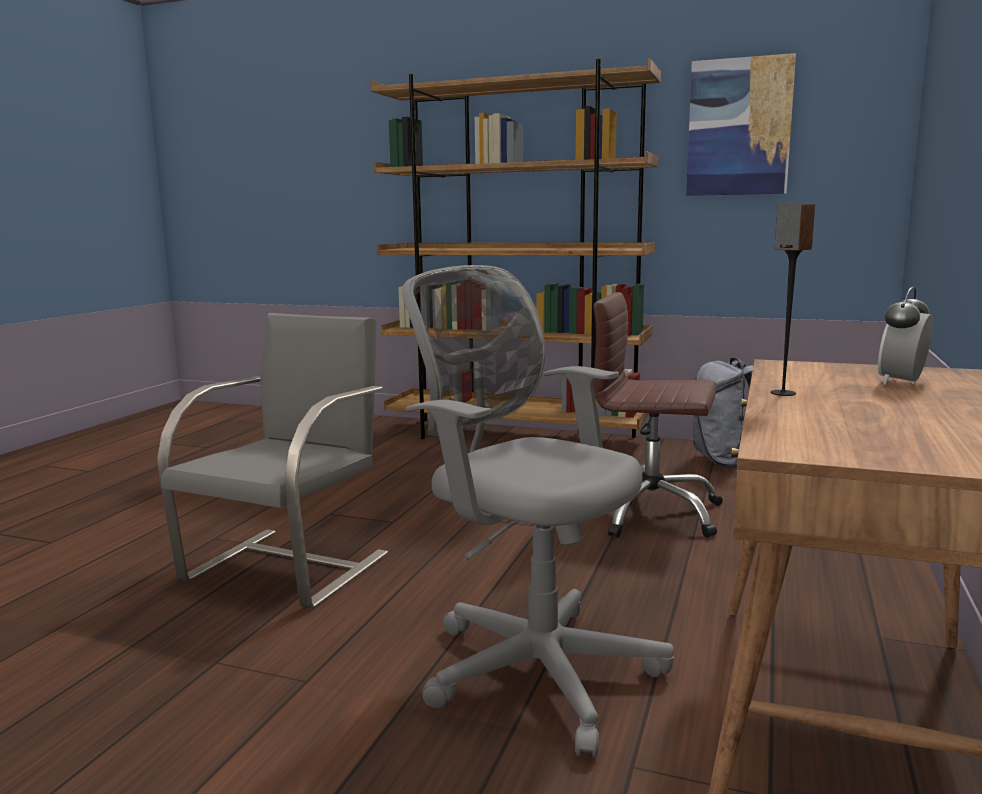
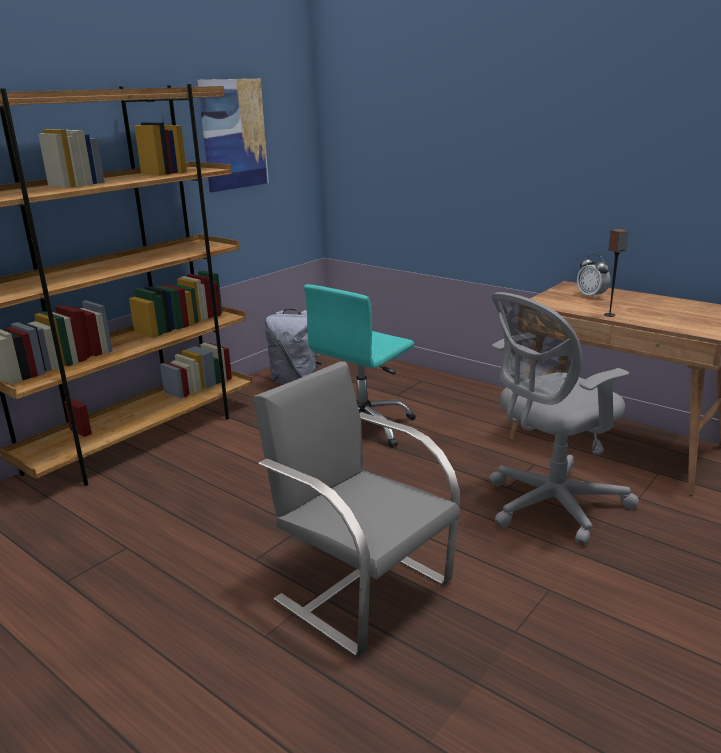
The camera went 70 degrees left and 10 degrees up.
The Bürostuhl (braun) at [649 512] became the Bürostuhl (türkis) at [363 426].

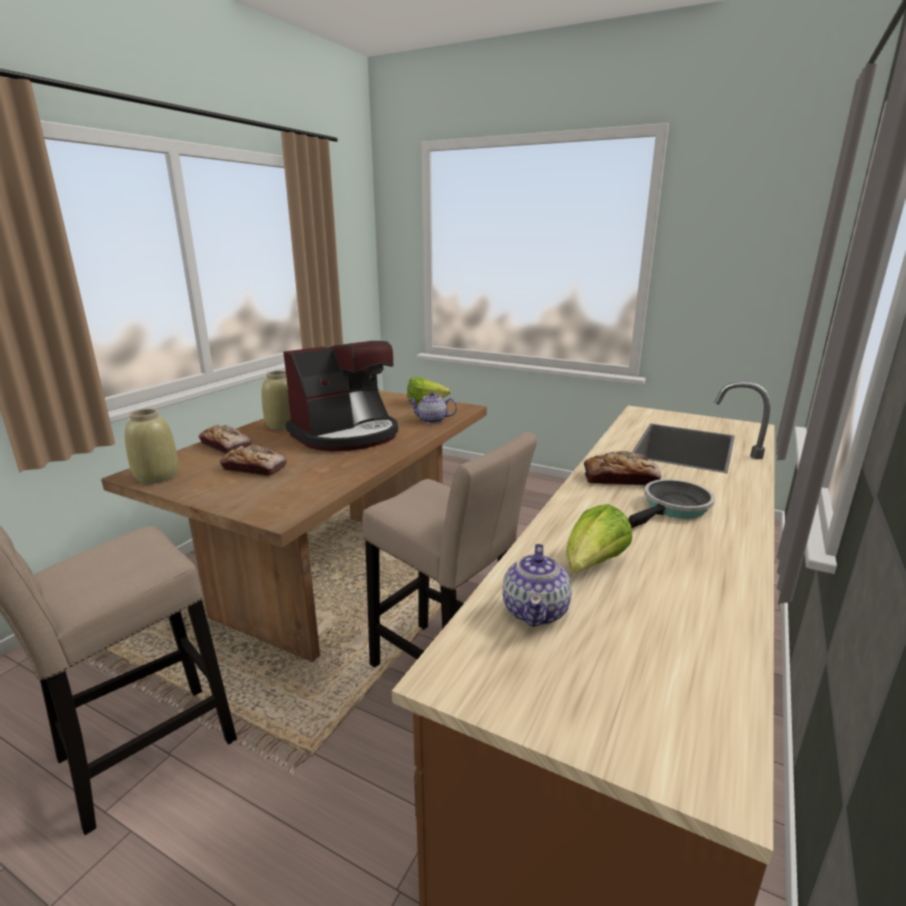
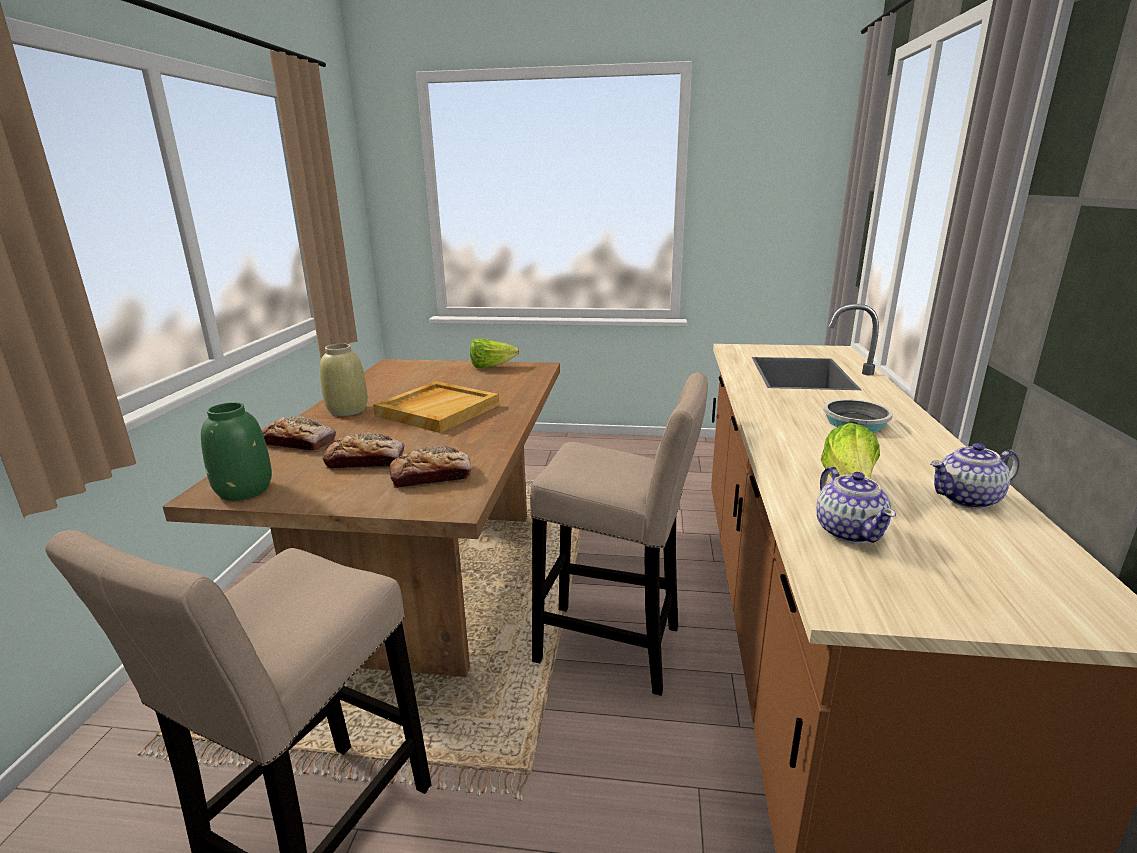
The camera went 20 degrees left and 0 degrees up.
The Kaffeemaschine at [346 435] was replaced by the Tablett (beige) at [438 410].
The Teekanne moved from [432 420] to [967 499].
The Vase (beige) at [157 476] became the Vase (grün) at [245 490].
The Brot moved from [620 478] to [431 476].

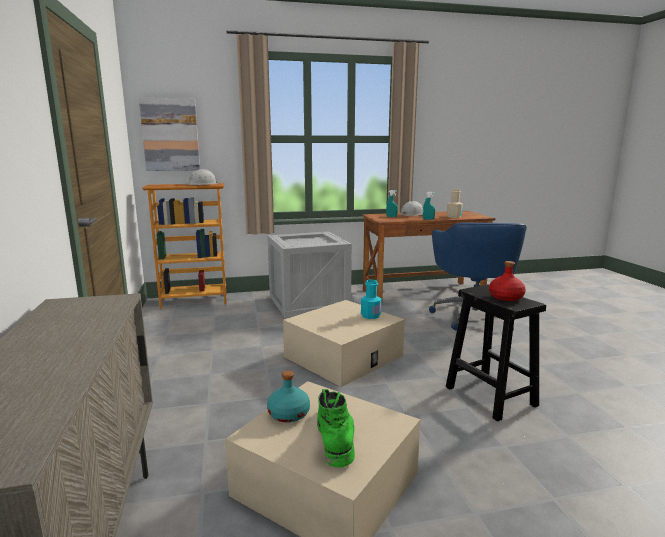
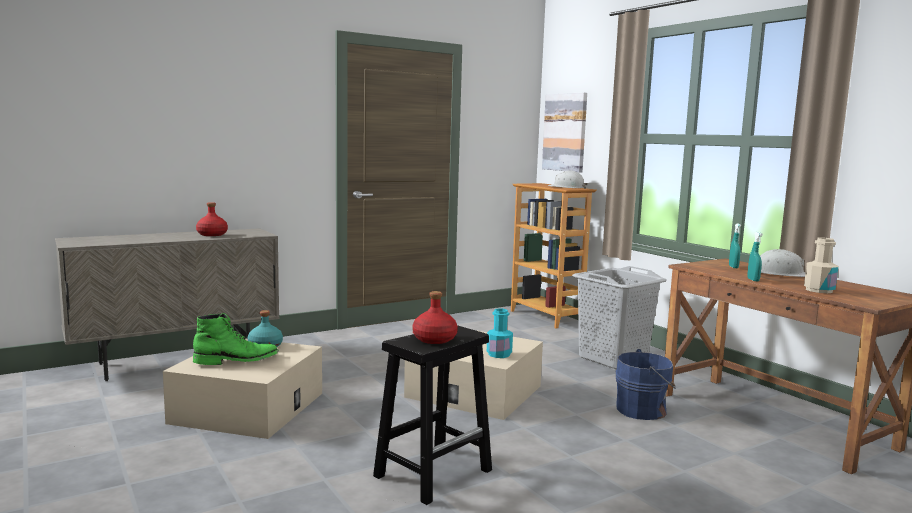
The camera went 70 degrees right and 5 degrees down.
The Bürostuhl (blau) at [473 316] disappeared.
The Kiste at [308 303] was replaced by the Wäschekorb (grau) at [612 359].
The Flasche (rot) at [211 234] appeared.
The Eimer (blau) at [643 410] appeared.

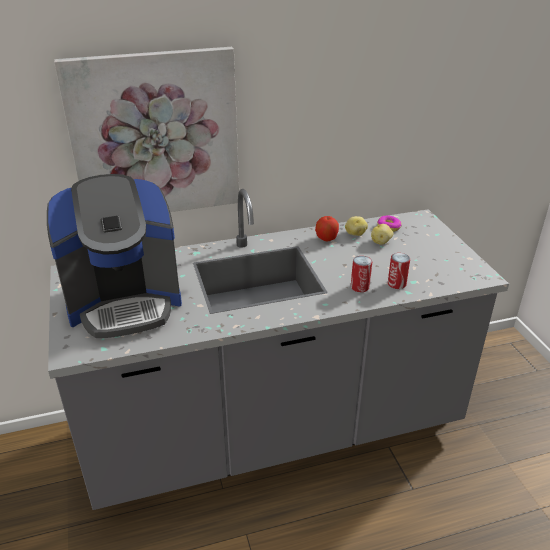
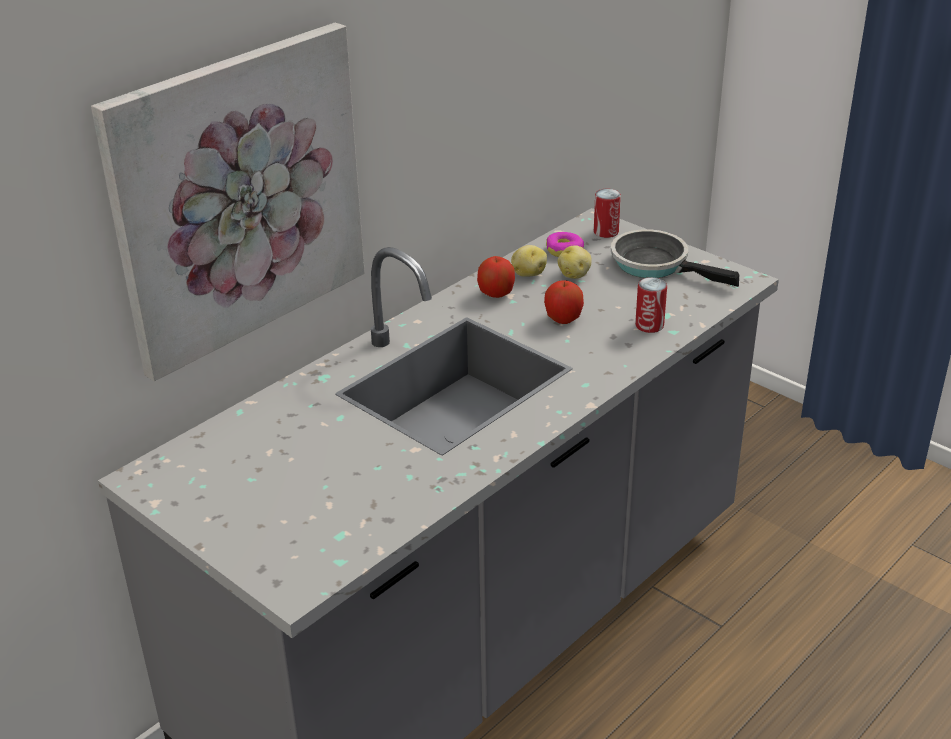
The camera went 30 degrees left and 0 degrees up.
The Kaffeemaschine at [125 302] disappeared.
The Dose moved from [360 287] to [606 232].
The Pfanne at [656 264] appeared.
The Apfel at [563 319] appeared.

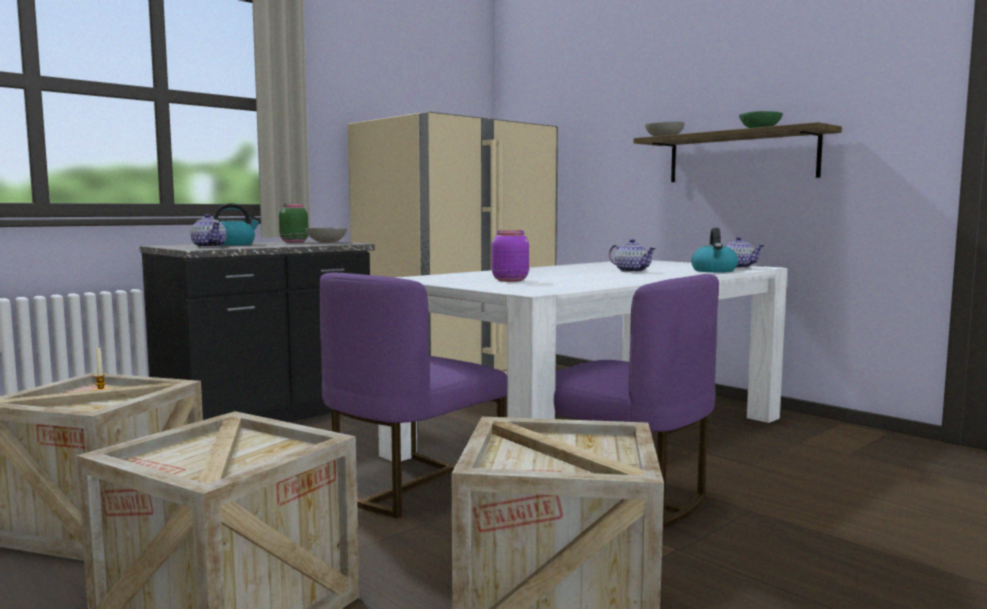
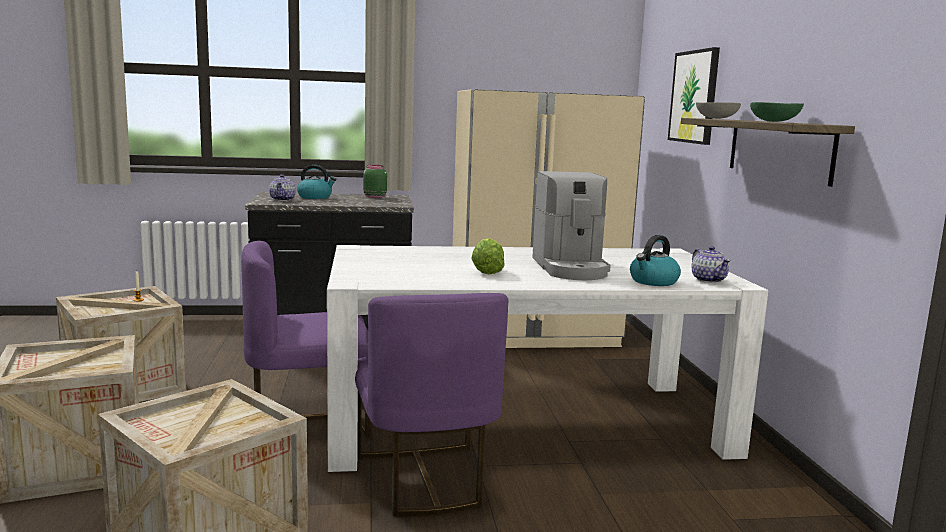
The camera went 35 degrees right and 5 degrees up.
The Schüssel (grau) at [326 243] disappeared.
The Vorratsglas (lila) at [509 280] disappeared.
The Teekanne at [631 271] was replaced by the Kaffeemaschine at [570 268].
The Bild at [694 97] appeared.
The Salatkopf at [486 271] appeared.

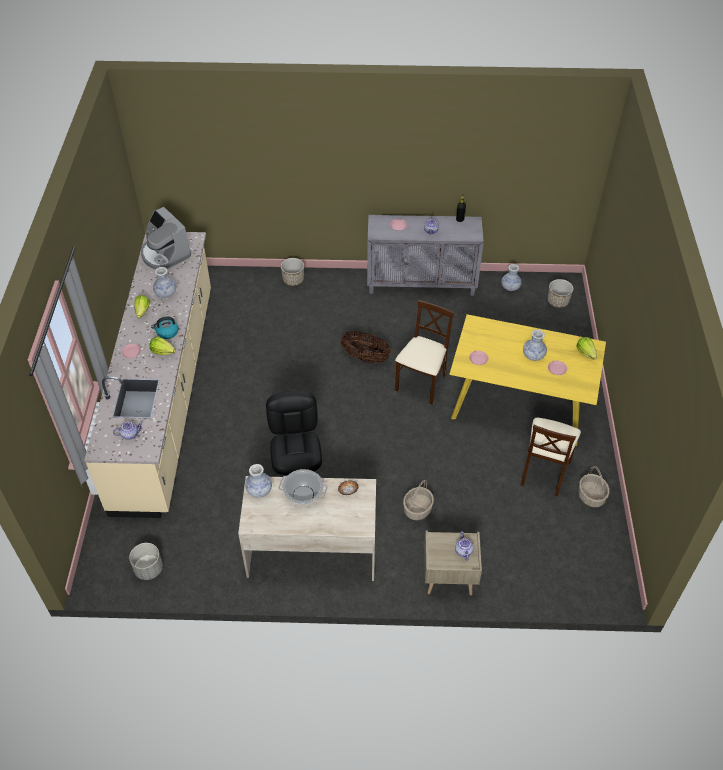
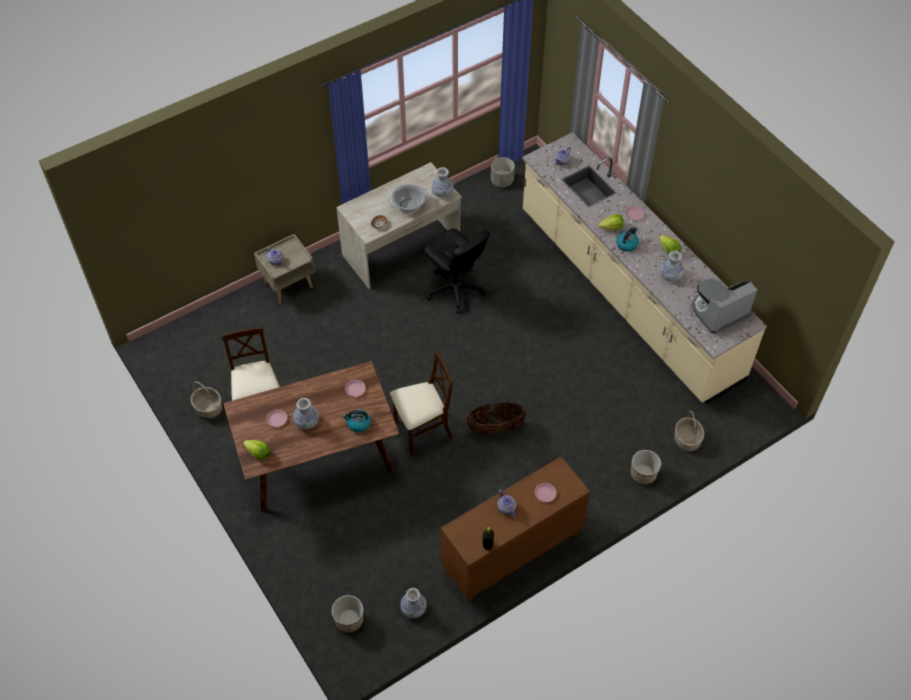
The camera went 145 degrees right and 5 degrees up.
The Kaffeemaschine at [165 254] turned 45 degrees counterclockwise.
The Schrank (grau) at [422 283] became the Schrank (braun) at [511 553].
The Stuhl (beige) at [421 384] turned 105 degrees counterclockwise.
The Esstisch (gelb) at [519 405] became the Esstisch (braun) at [317 461].
The Korb moved from [417 509] to [687 440].
The Wasserkessel at [358 424] appeared.

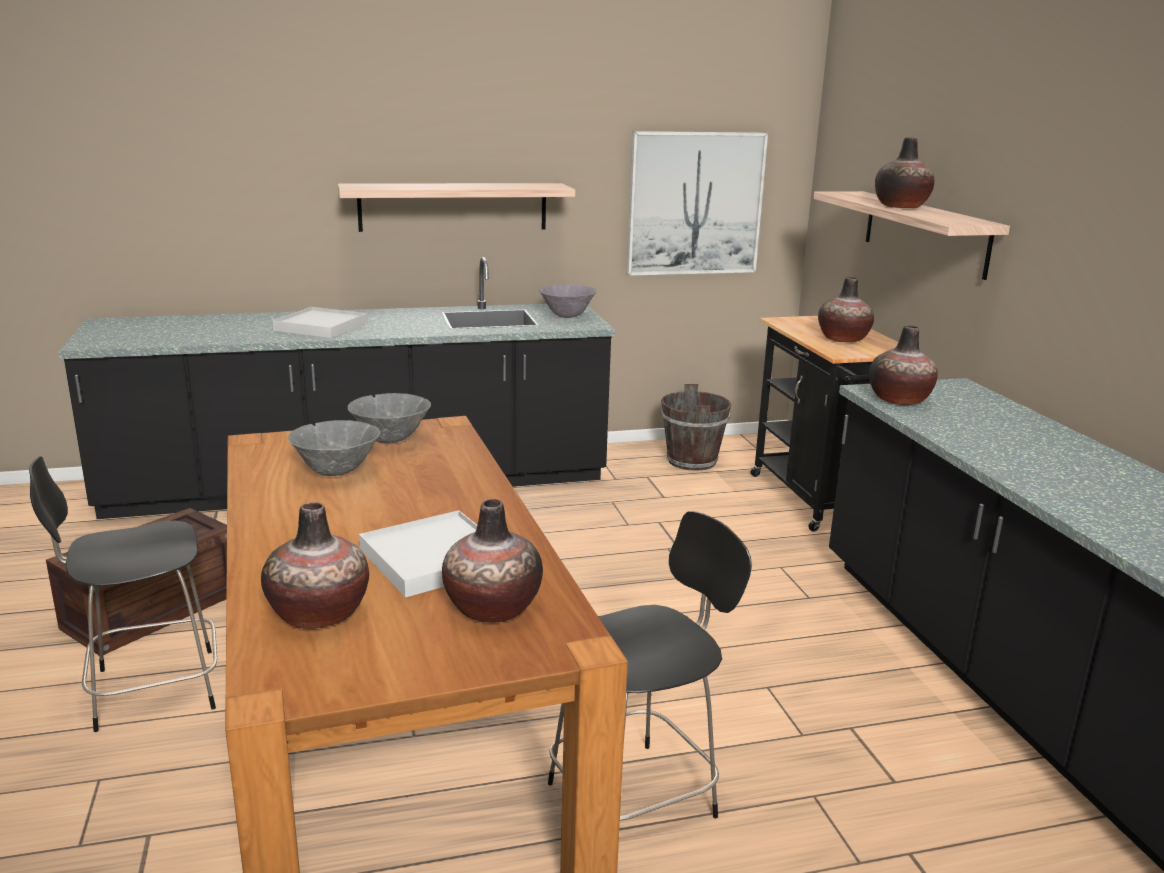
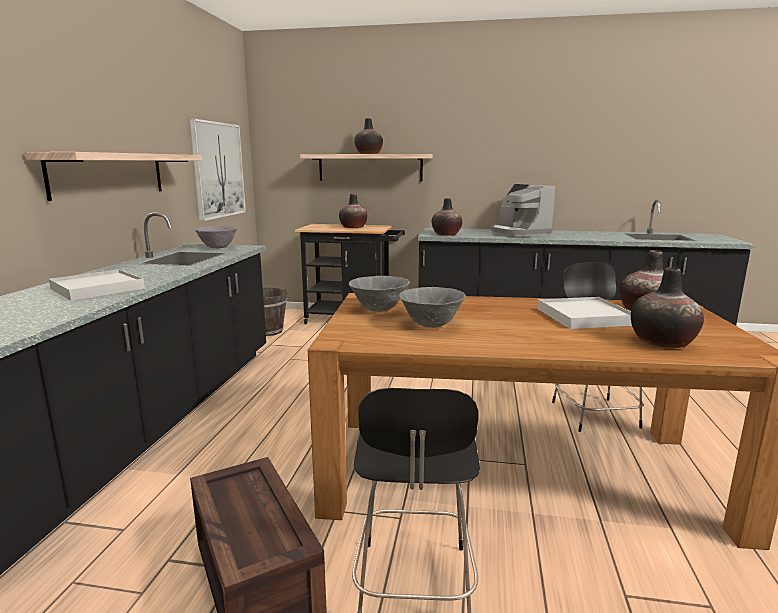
The camera went 65 degrees left and 5 degrees down.
The Kaffeemaschine at [518 233] appeared.

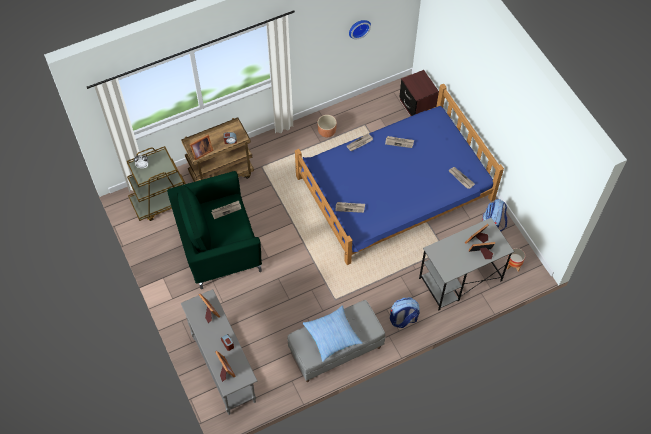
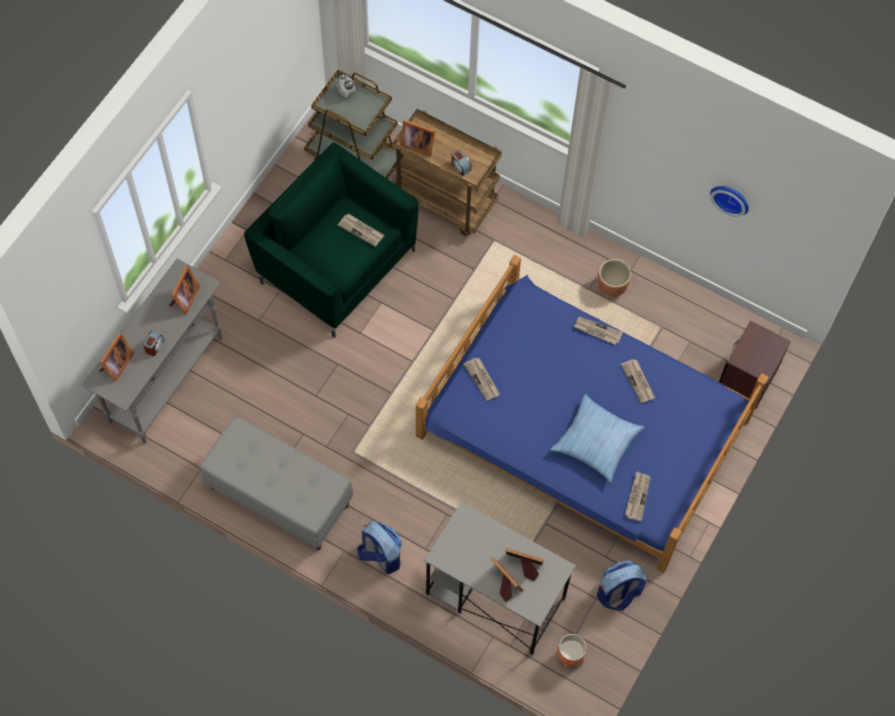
The camera went 55 degrees right and 5 degrees up.
The Kissen moved from [332 335] to [596 442].

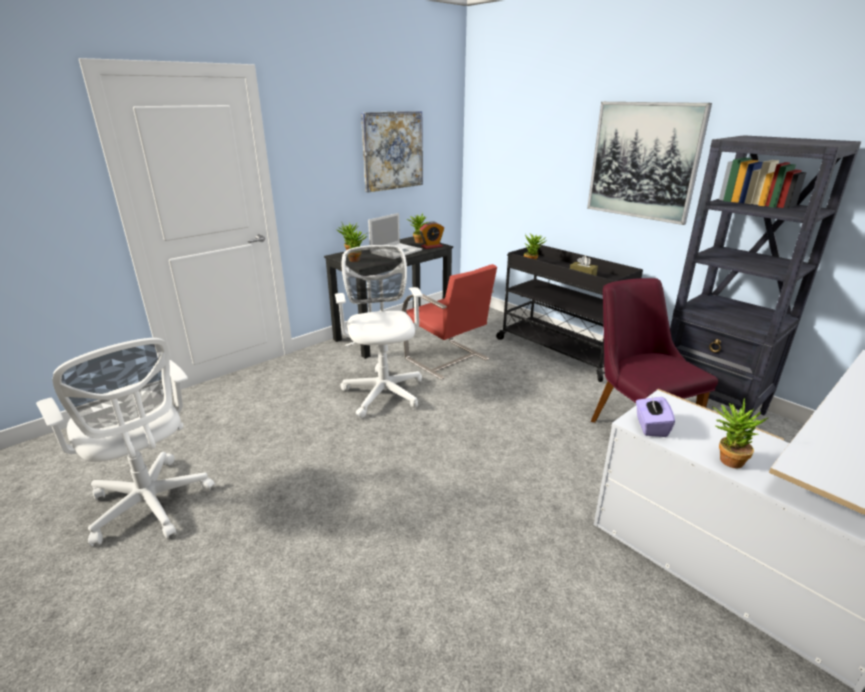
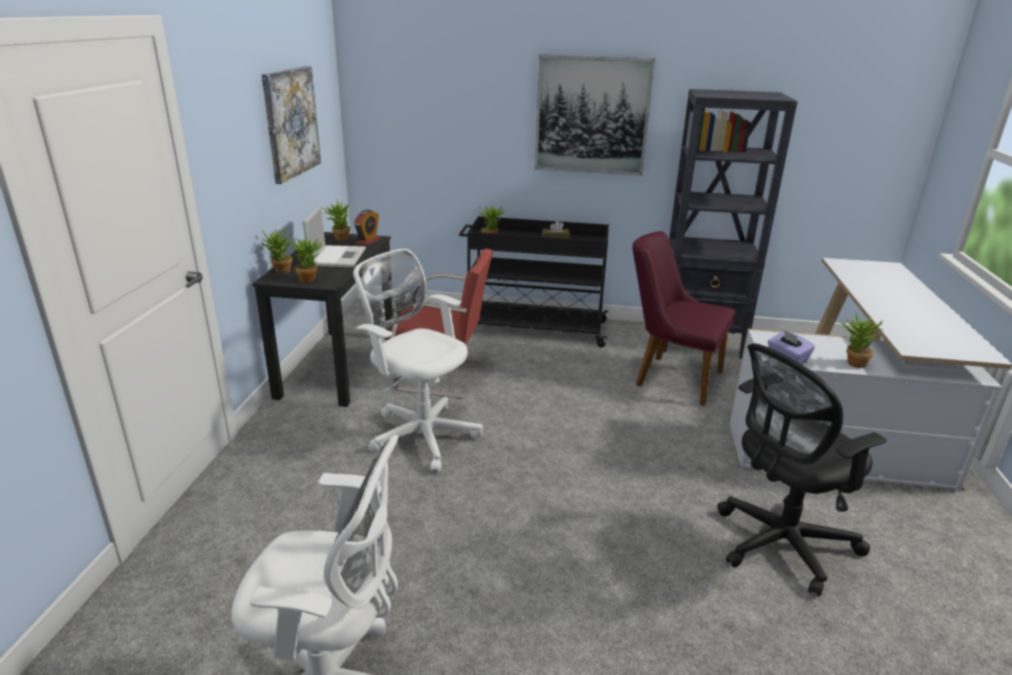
The camera went 40 degrees left and 0 degrees up.
The Bürostuhl (schwarz) at [778 545] appeared.

